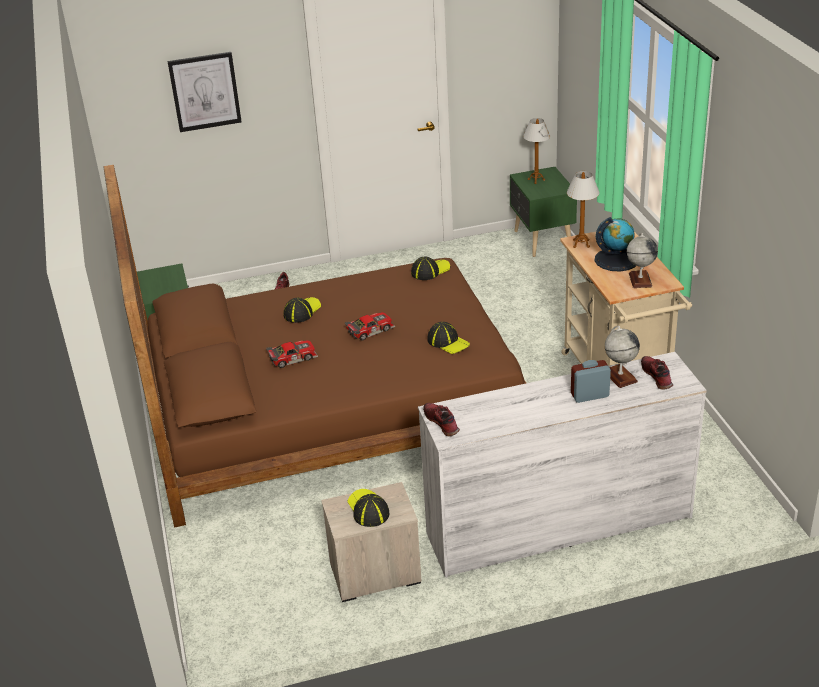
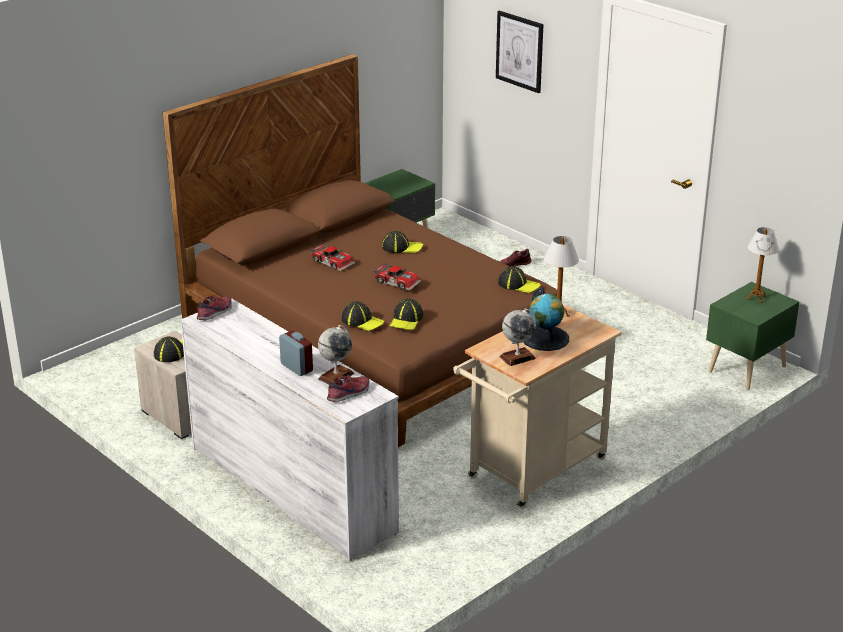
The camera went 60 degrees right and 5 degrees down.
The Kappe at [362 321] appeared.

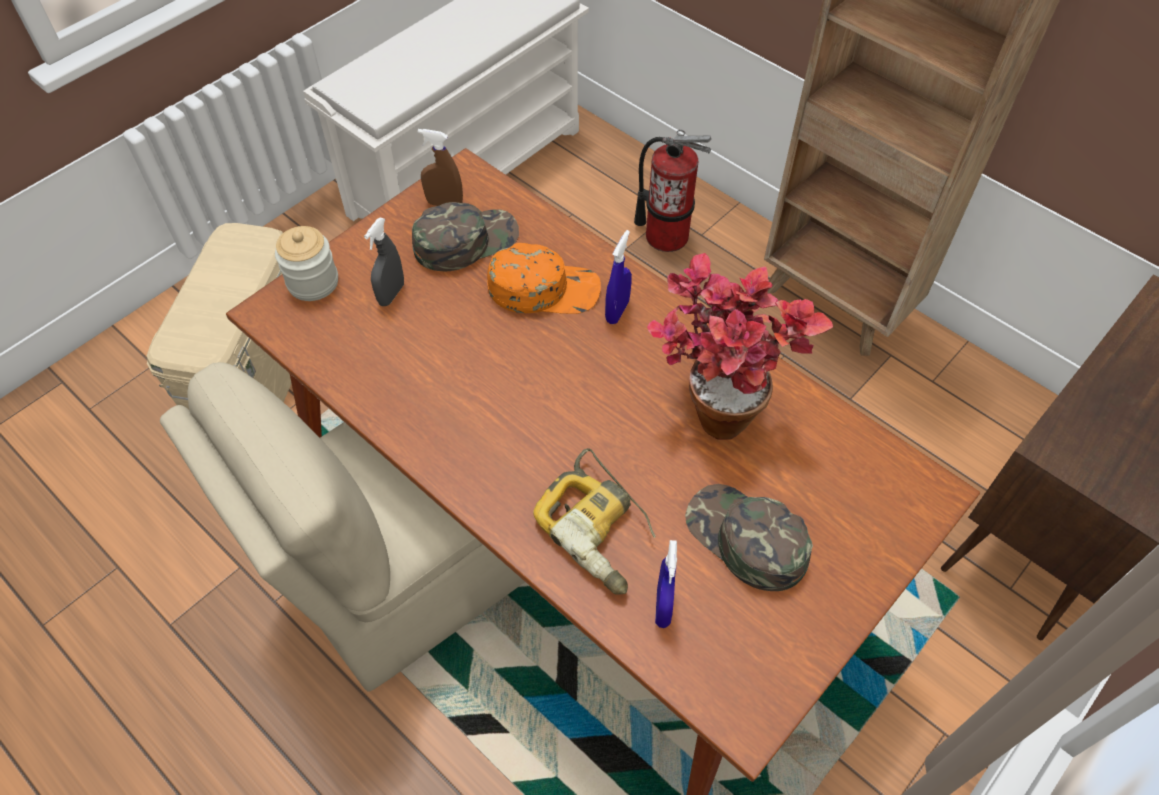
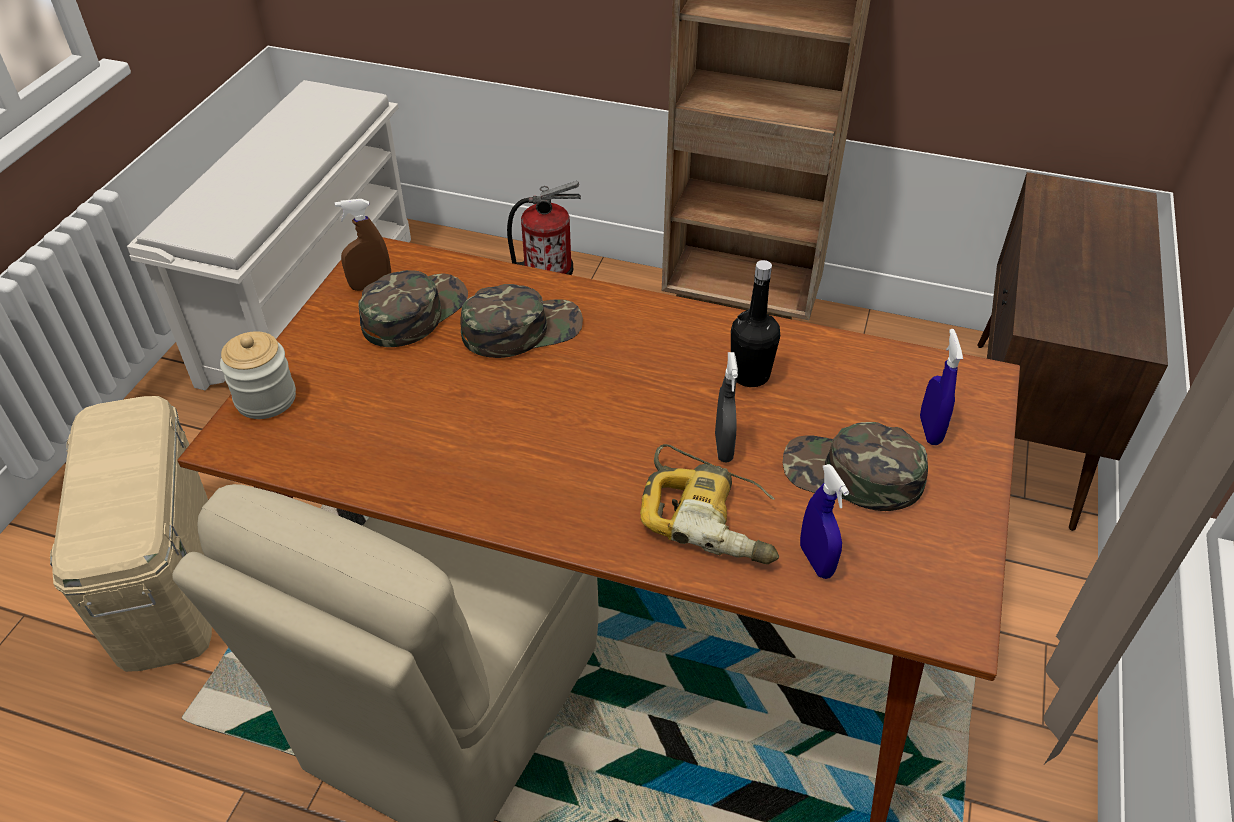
The camera went 25 degrees left and 10 degrees down.
The Sprühflasche (grau) moved from [391 294] to [723 447].
The Sprühflasche (blau) moved from [617 311] to [930 430].
The Kappe (orange) at [544 288] became the Kappe (grün) at [521 328].
The Topfpflanze at [714 406] was replaced by the Flasche (schwarz) at [750 375].

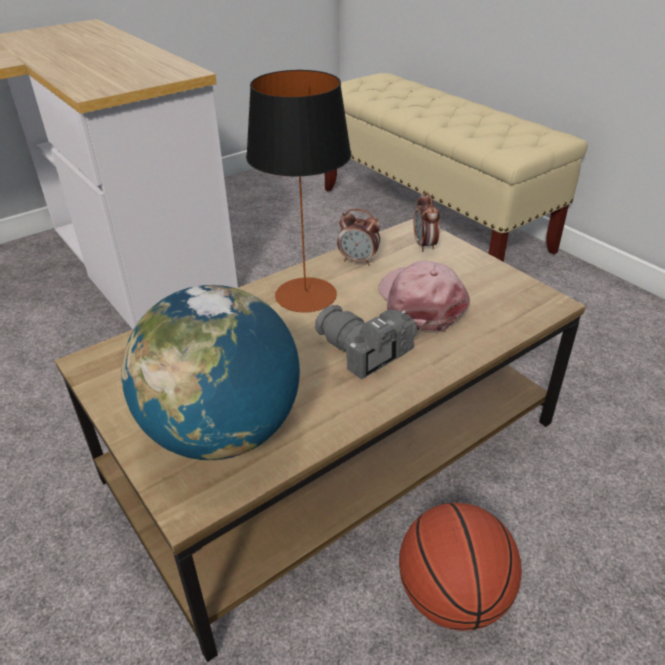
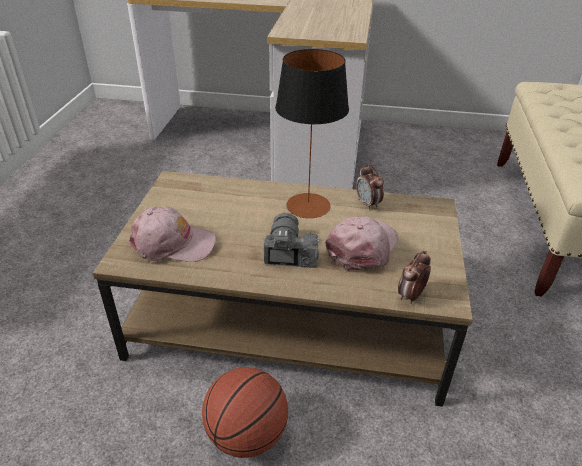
The camera went 45 degrees right and 0 degrees up.
The Wecker moved from [425 245] to [411 296].
The Globus at [223 432] was replaced by the Kappe (rosa) at [172 244].

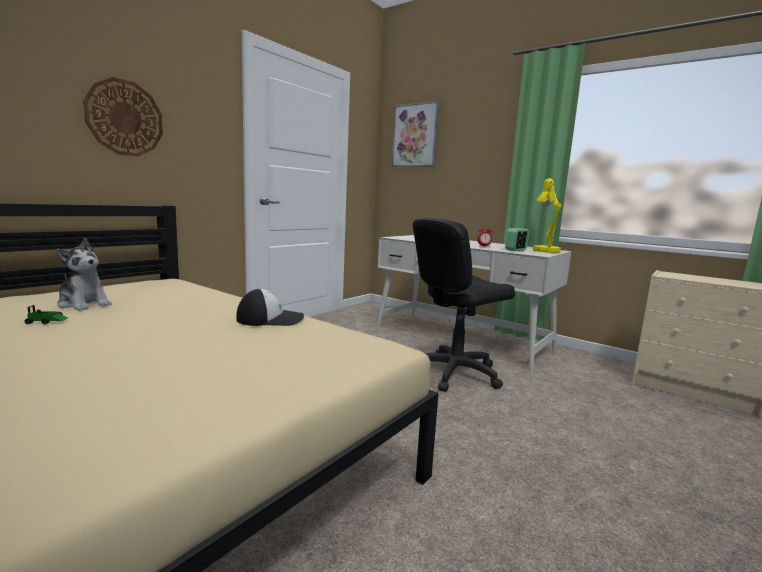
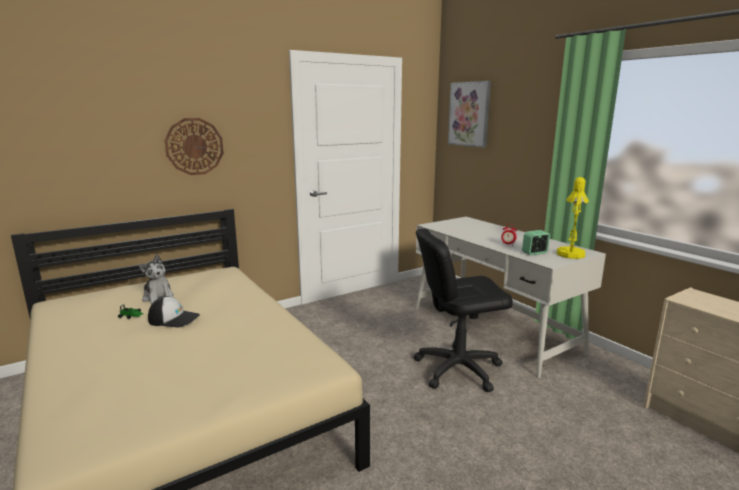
The camera went 20 degrees right and 5 degrees up.
The Kappe moved from [271 319] to [174 319].

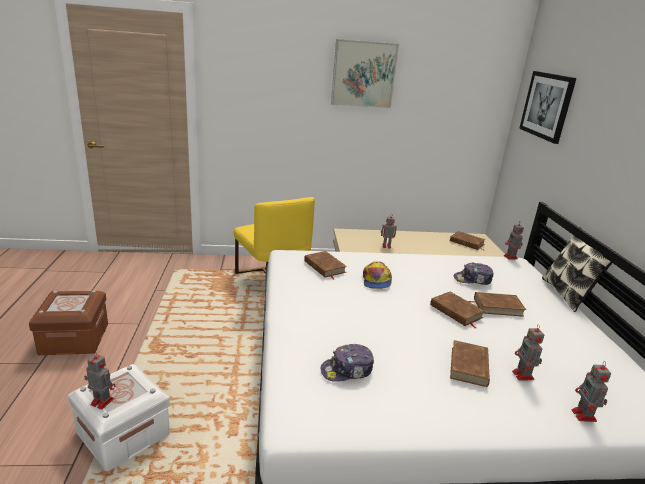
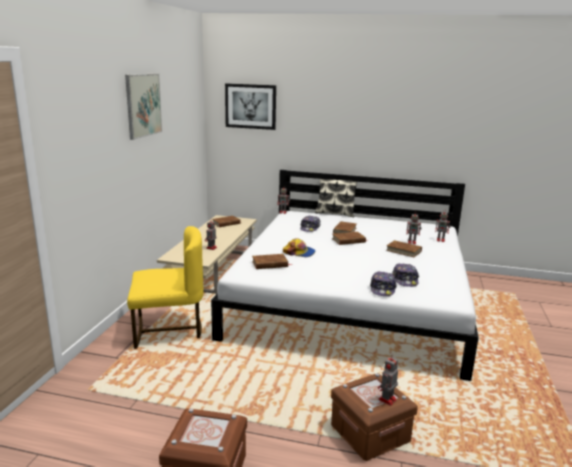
The camera went 70 degrees left and 5 degrees down.
The Aufbewahrungsbox (weiß) at [123 433] became the Aufbewahrungsbox (braun) at [370 433].
The Kappe at [383 289] appeared.

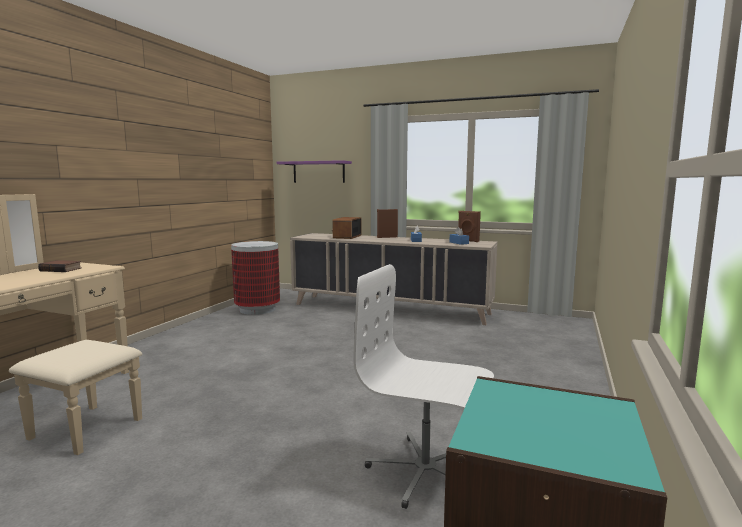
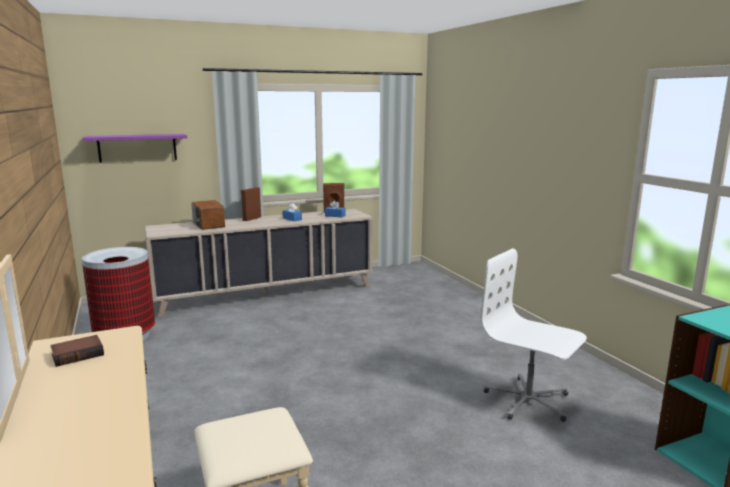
The camera went 45 degrees left and 5 degrees up.
The Bürostuhl (weiß) at [425 472] turned 60 degrees clockwise.

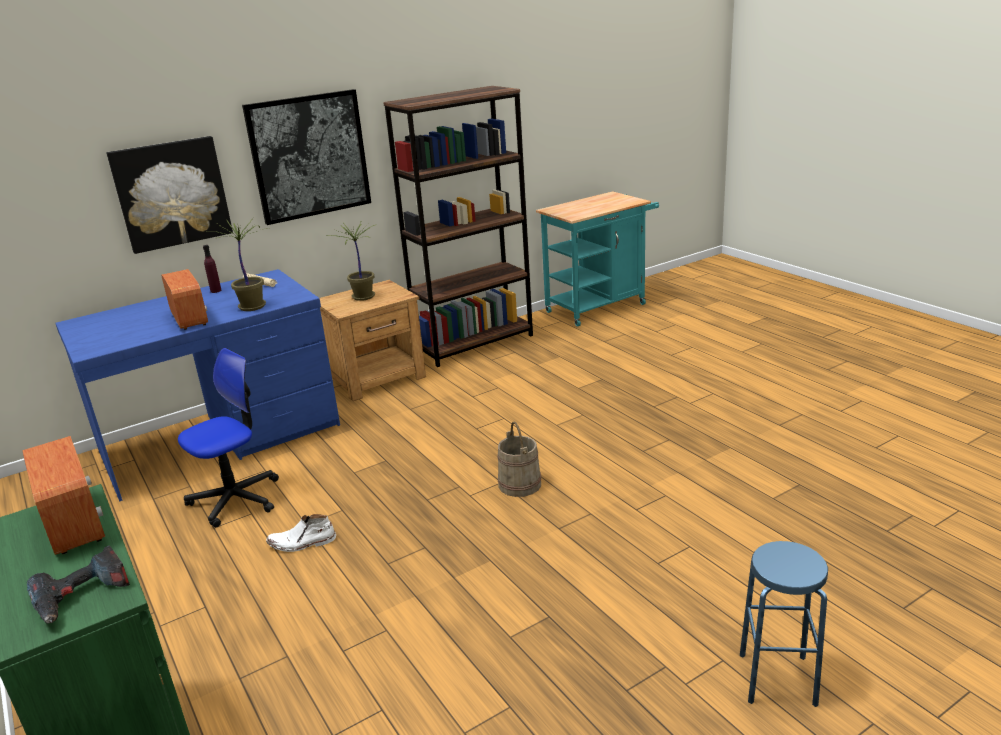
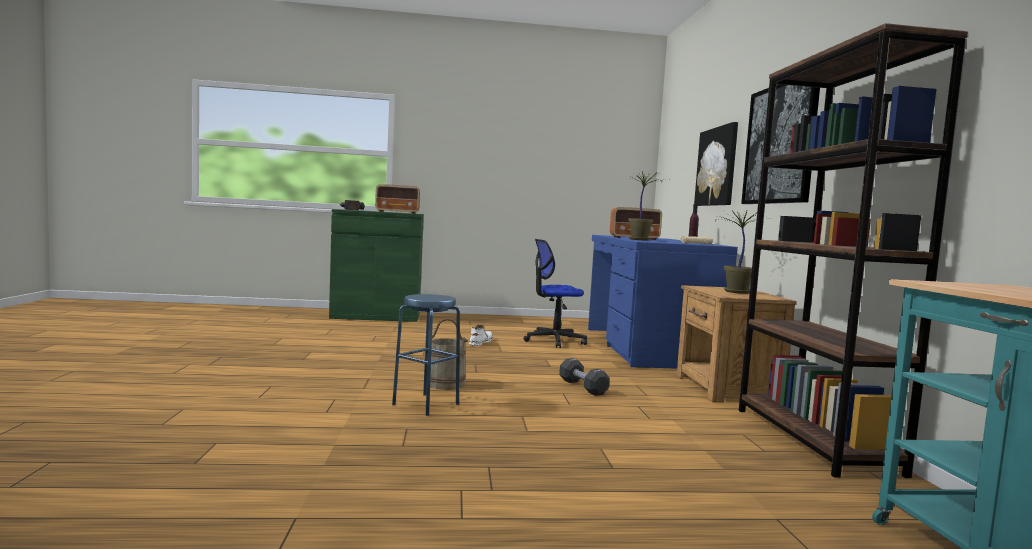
The camera went 115 degrees right and 20 degrees down.
The Bürostuhl at [236 499] turned 90 degrees clockwise.
The Hocker (blau) moved from [777 679] to [426 404].
The Hantel (schwarz) at [582 387] appeared.

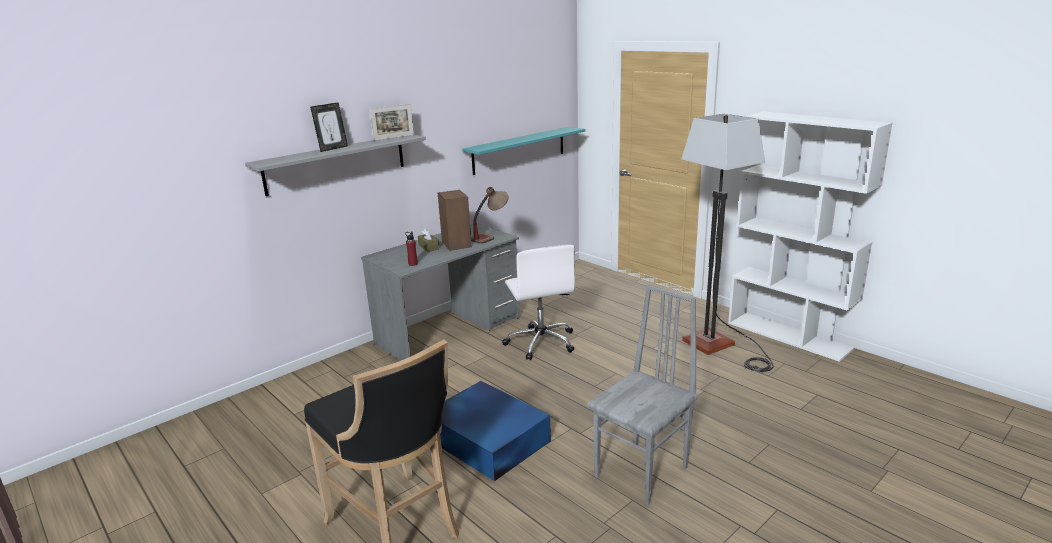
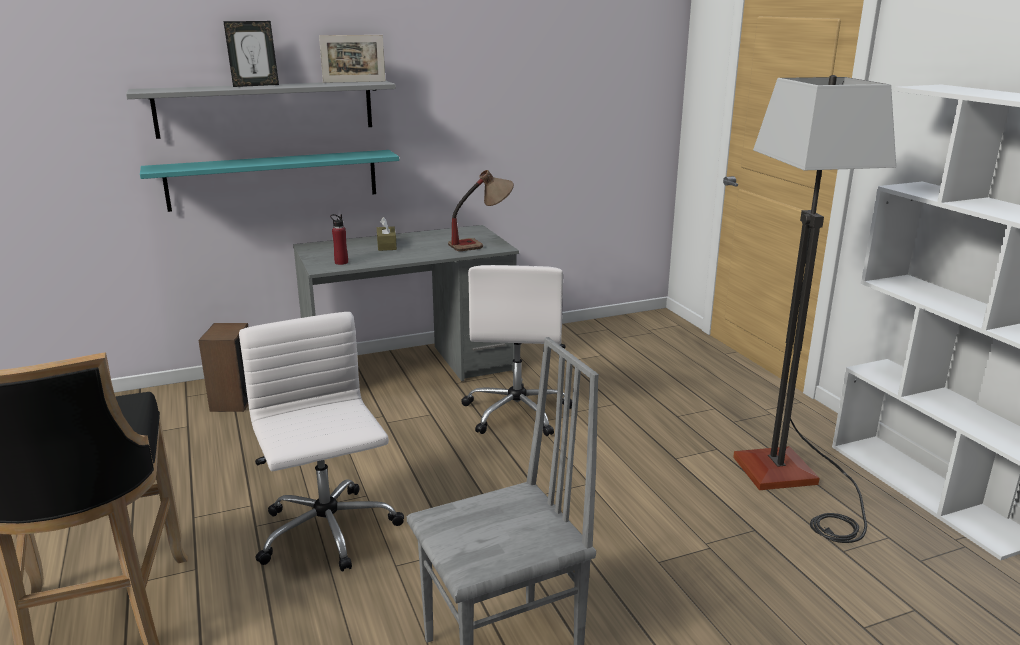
The camera went 20 degrees right and 0 degrees up.
The Wandregal (türkis) moved from [519 150] to [273 179].
The Lautsprecher moved from [456 244] to [233 401].
The Aufbewahrungsbox (blau) at [487 438] was replaced by the Bürostuhl (weiß) at [328 532].

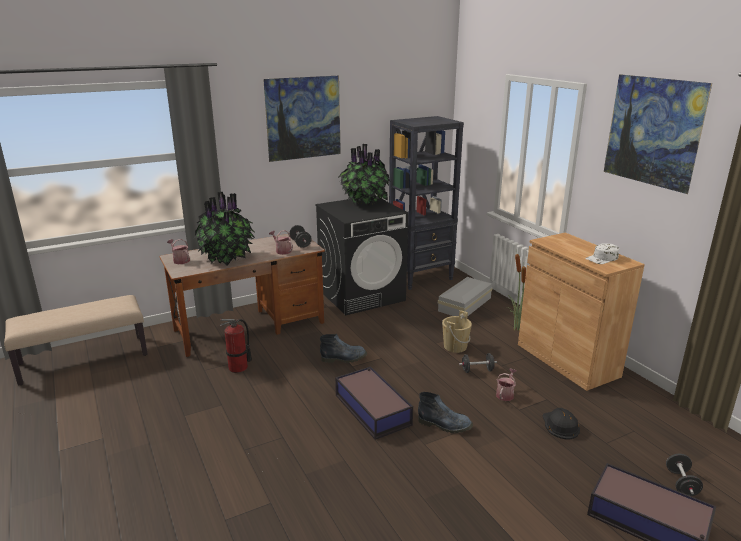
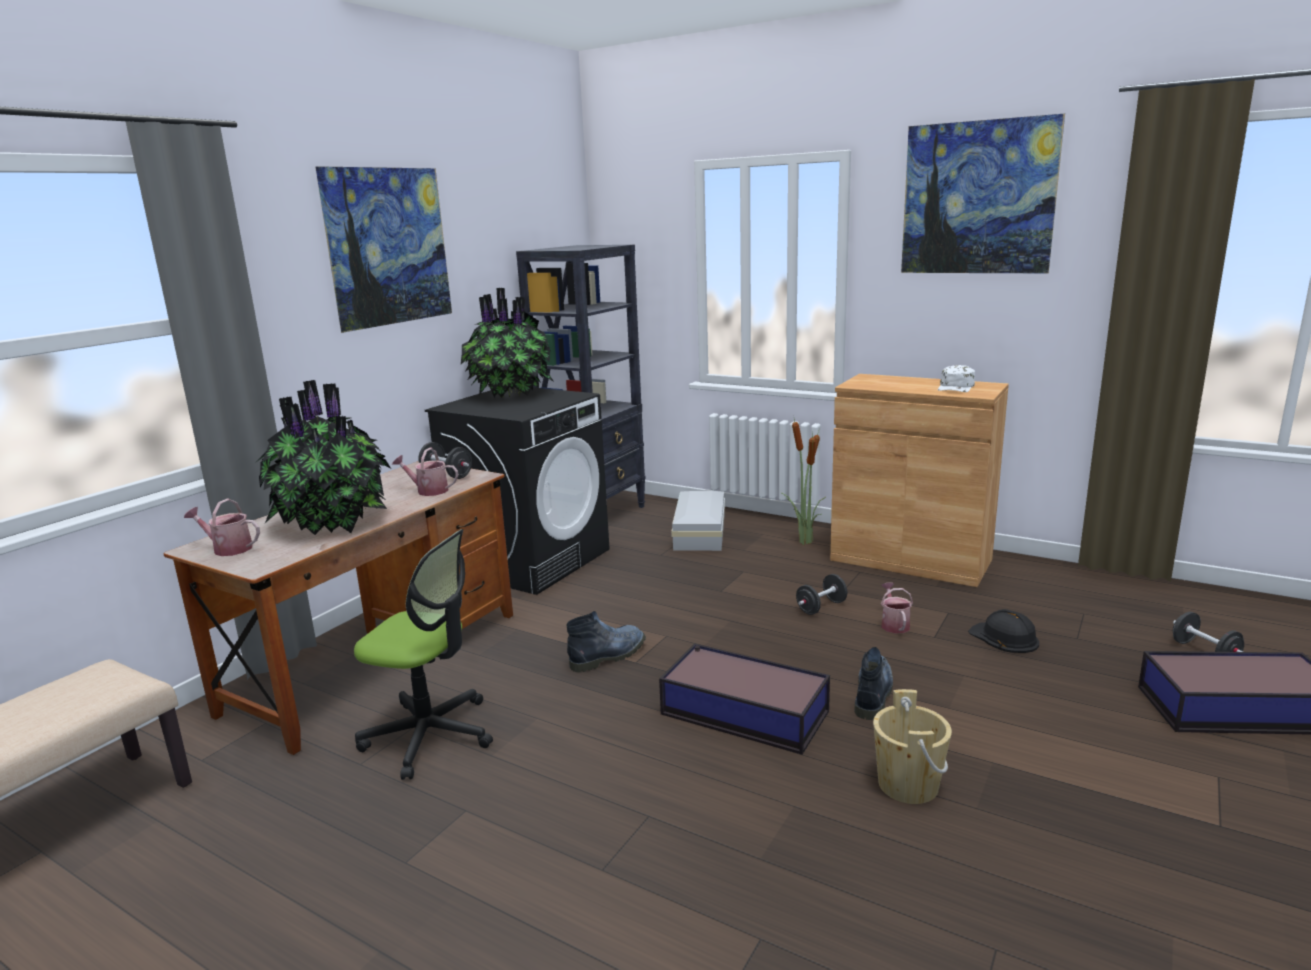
The camera went 30 degrees left and 5 degrees down.
The Eimer (beige) moved from [455 346] to [908 784].
The Feuerlöscher at [238 368] was replaced by the Bürostuhl at [430 735].
The Stiefel at [445 425] turned 60 degrees counterclockwise.

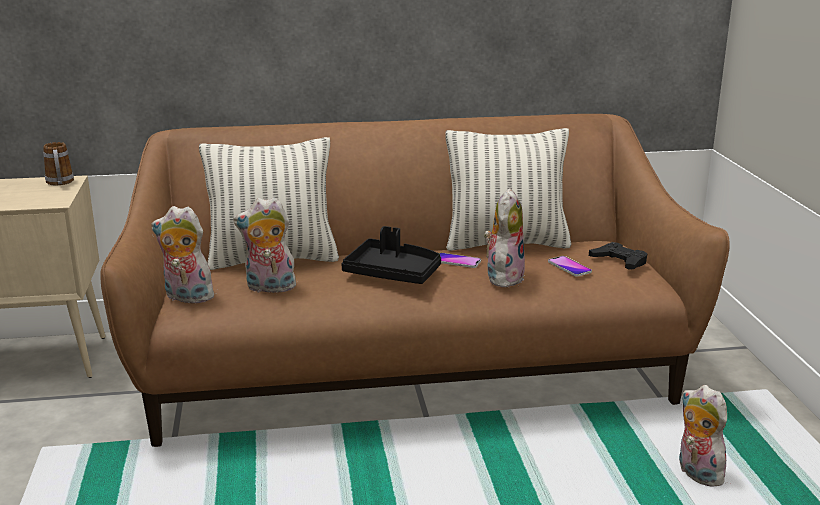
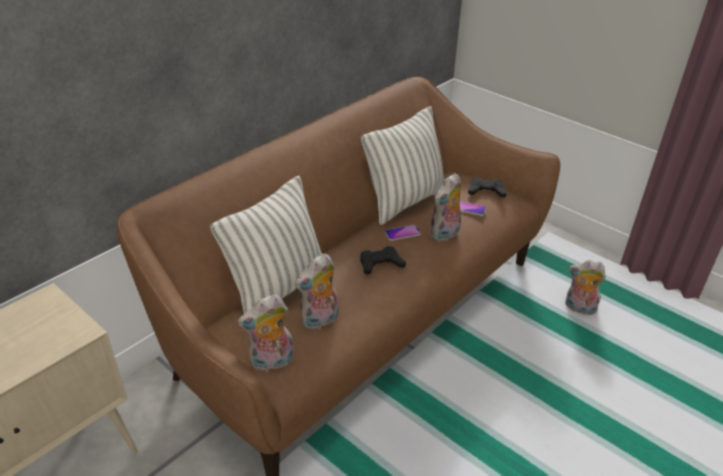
The camera went 40 degrees left and 15 degrees up.
The Henkelbecher at [60 183] disappeared.
The Plüschtier at [503 277] turned 120 degrees counterclockwise.
The Tablett (schwarz) at [393 273] was replaced by the Gamepad (schwarz) at [380 264].

